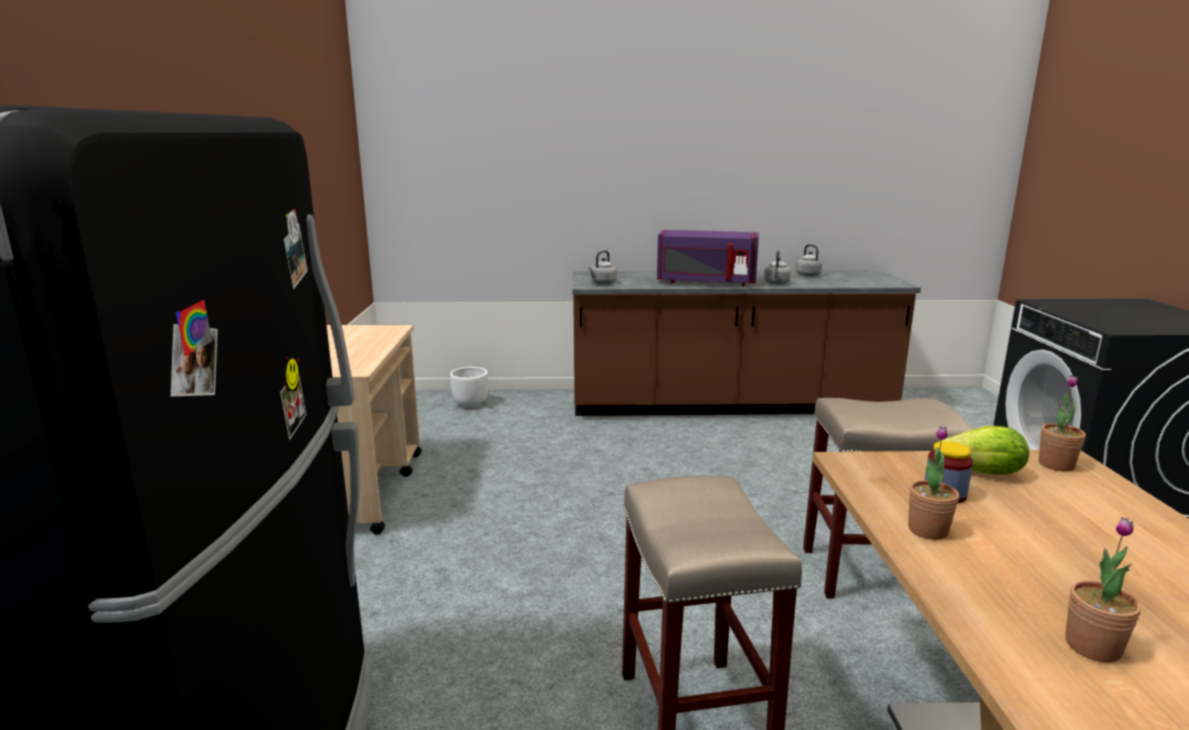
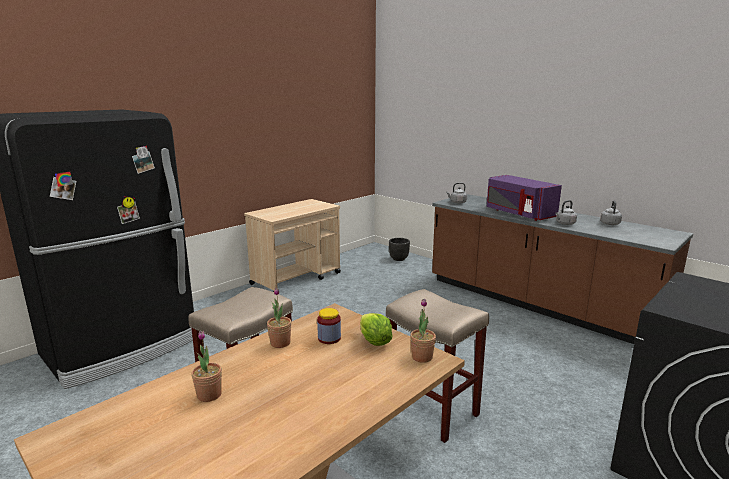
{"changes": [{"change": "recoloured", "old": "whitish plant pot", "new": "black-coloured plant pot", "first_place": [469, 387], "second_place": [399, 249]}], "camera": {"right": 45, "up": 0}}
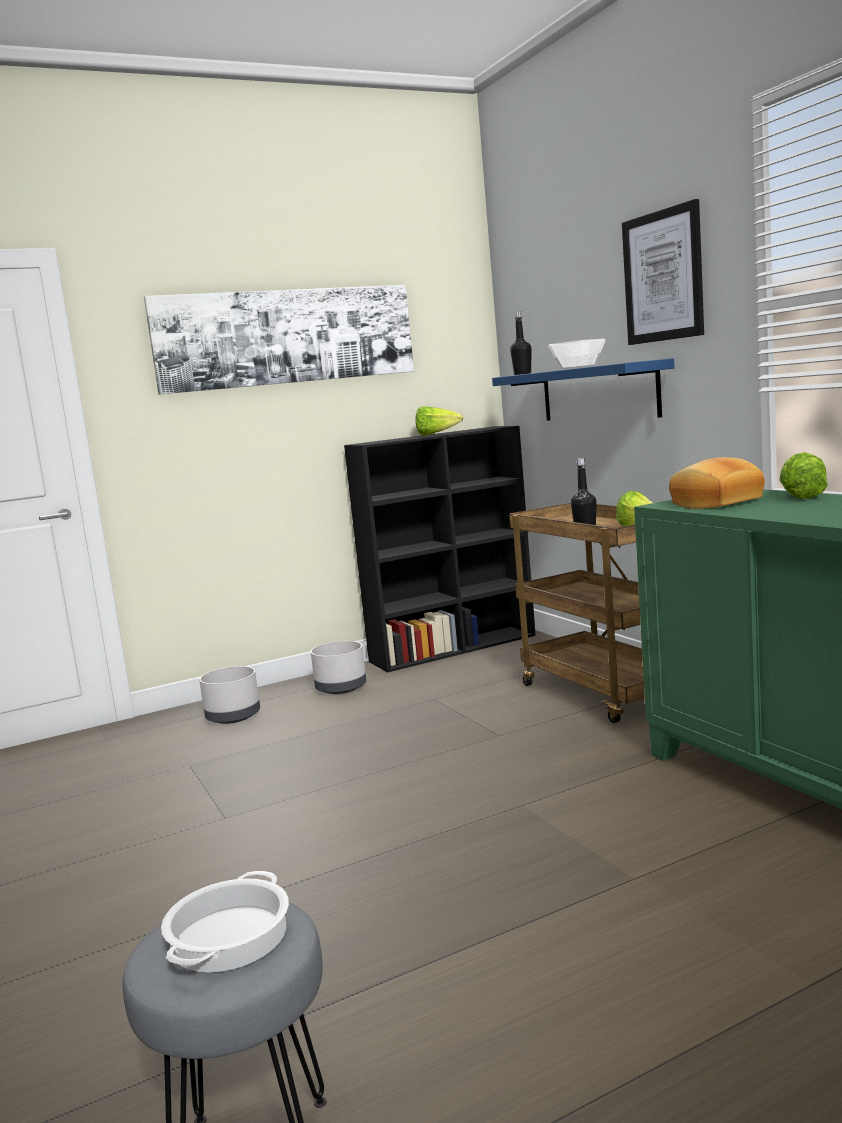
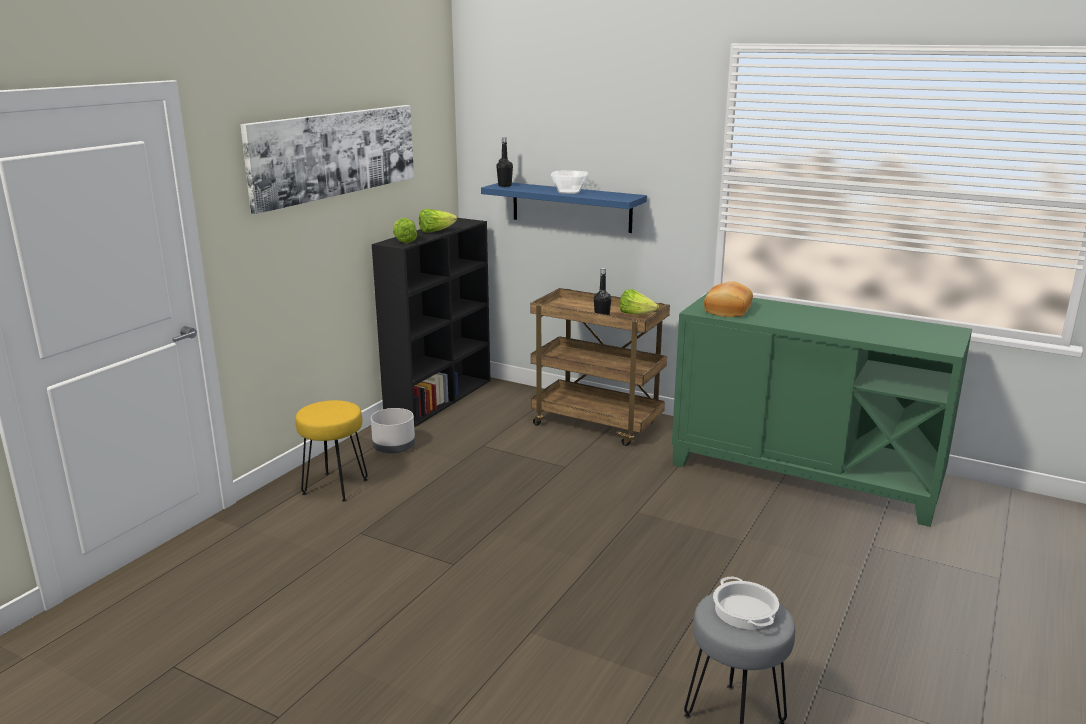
{"changes": [{"change": "replaced", "old": "gray plant pot", "new": "yellow stool", "first_place": [229, 695], "second_place": [331, 451]}, {"change": "removed", "old": "picture", "first_place": [663, 272]}, {"change": "moved", "old": "head of lettuce", "first_place": [803, 475], "second_place": [405, 230]}], "camera": {"right": -35, "up": 10}}
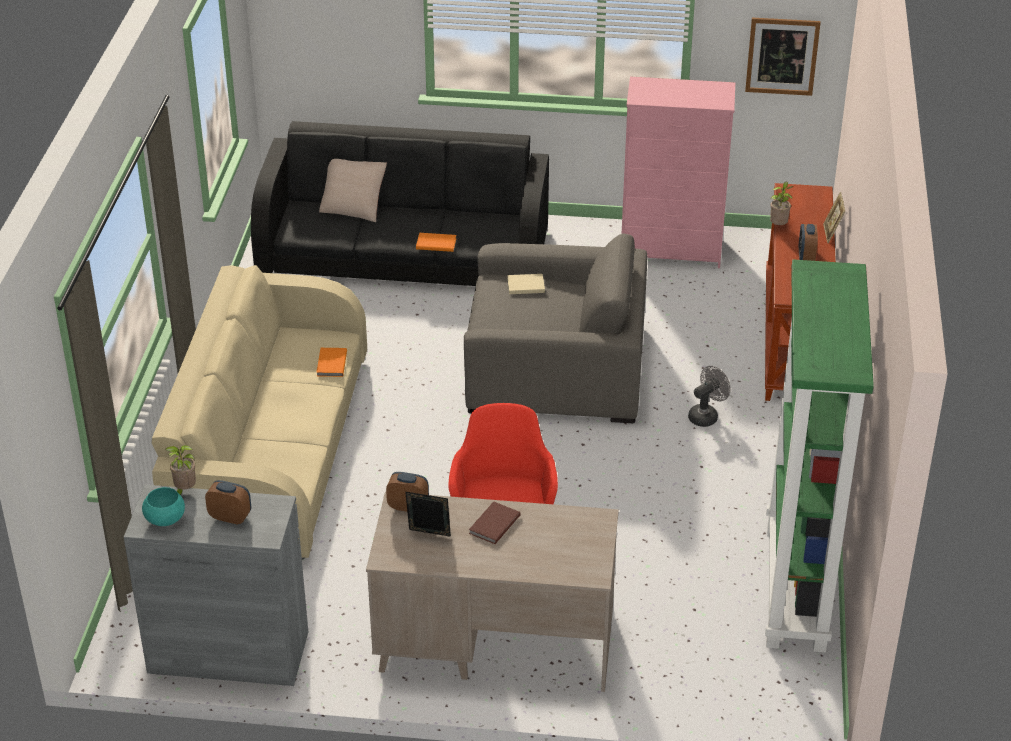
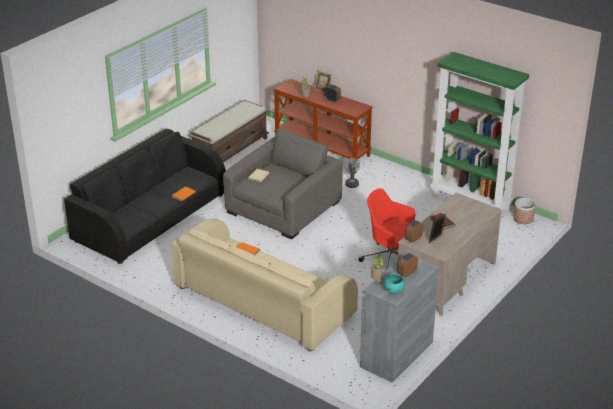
{"changes": [{"change": "removed", "old": "sand-coloured cushion", "first_place": [353, 190]}, {"change": "replaced", "old": "pink dresser", "new": "brown-coloured indoor bench", "first_place": [678, 172], "second_place": [229, 131]}, {"change": "removed", "old": "picture", "first_place": [783, 57]}, {"change": "added", "new": "plant pot", "second_place": [524, 211]}], "camera": {"right": -60, "up": -5}}
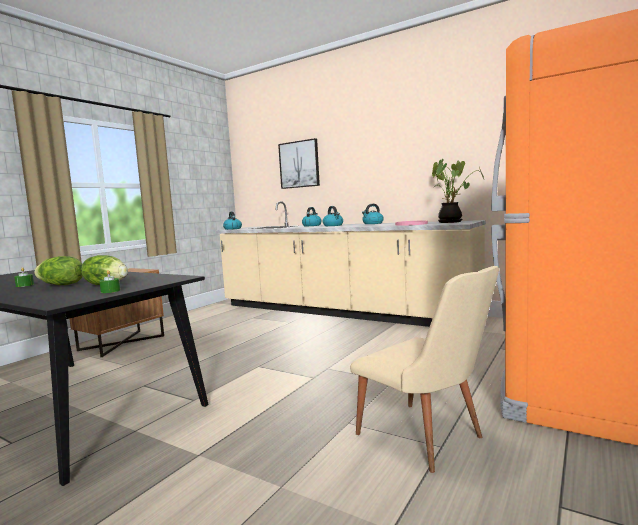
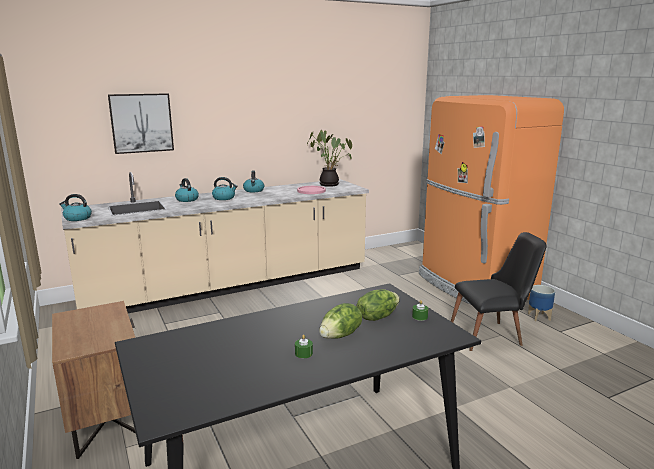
{"changes": [{"change": "recoloured", "old": "sand-coloured upright chair", "new": "black-coloured upright chair", "first_place": [424, 369], "second_place": [498, 291]}, {"change": "added", "new": "plant pot", "second_place": [541, 303]}], "camera": {"right": -60, "up": 10}}
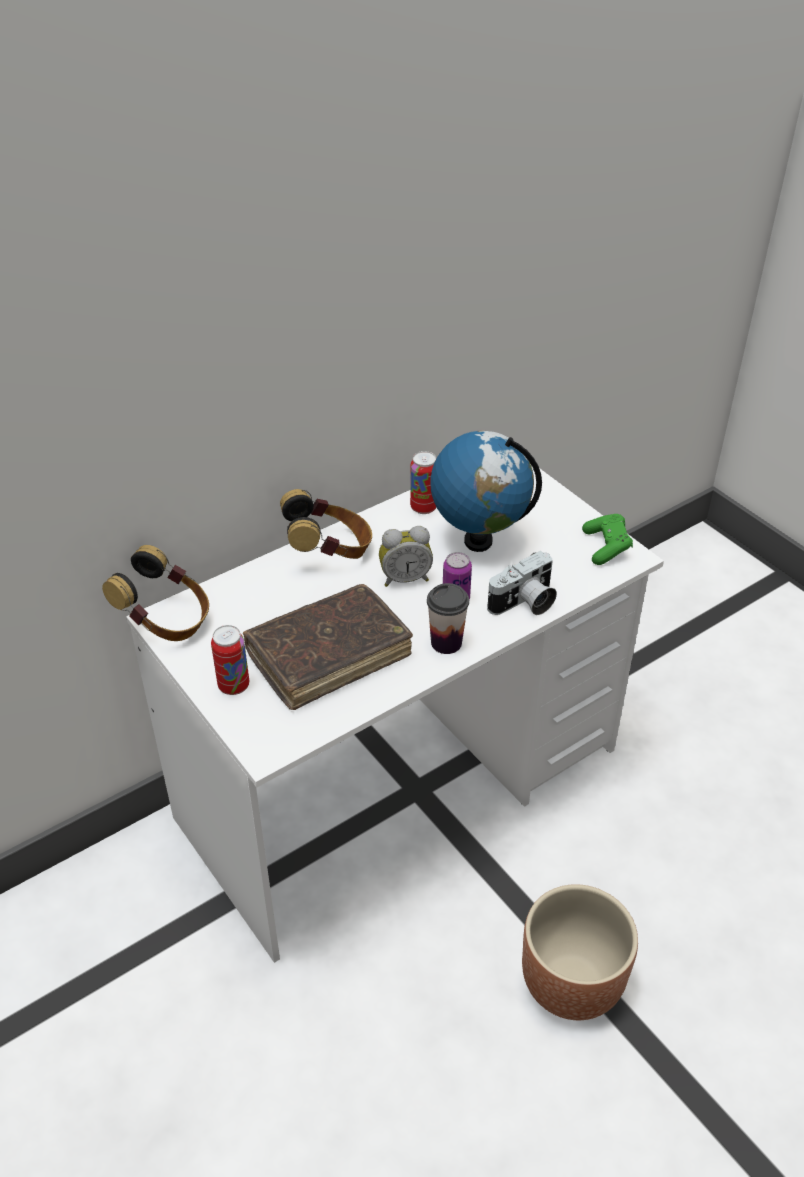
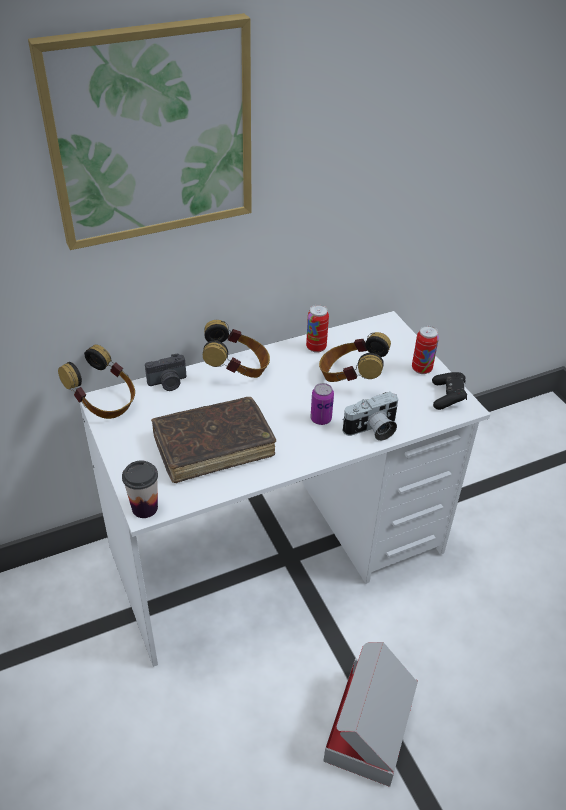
{"changes": [{"change": "moved", "old": "metal can", "first_place": [230, 660], "second_place": [425, 350]}, {"change": "removed", "old": "alarm clock", "first_place": [406, 556]}, {"change": "moved", "old": "drinking cup", "first_place": [448, 618], "second_place": [140, 489]}, {"change": "replaced", "old": "globe", "new": "headphones", "first_place": [486, 491], "second_place": [355, 357]}, {"change": "replaced", "old": "brown-coloured plant pot", "new": "packing box", "first_place": [580, 952], "second_place": [370, 714]}, {"change": "recoloured", "old": "green game controller", "new": "black-coloured game controller", "first_place": [607, 539], "second_place": [449, 391]}, {"change": "added", "new": "picture", "second_place": [140, 131]}, {"change": "added", "new": "still camera", "second_place": [165, 372]}], "camera": {"right": 10, "up": 0}}
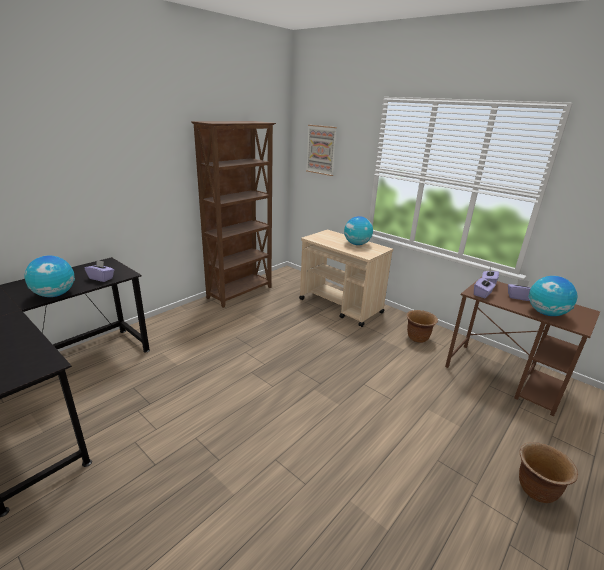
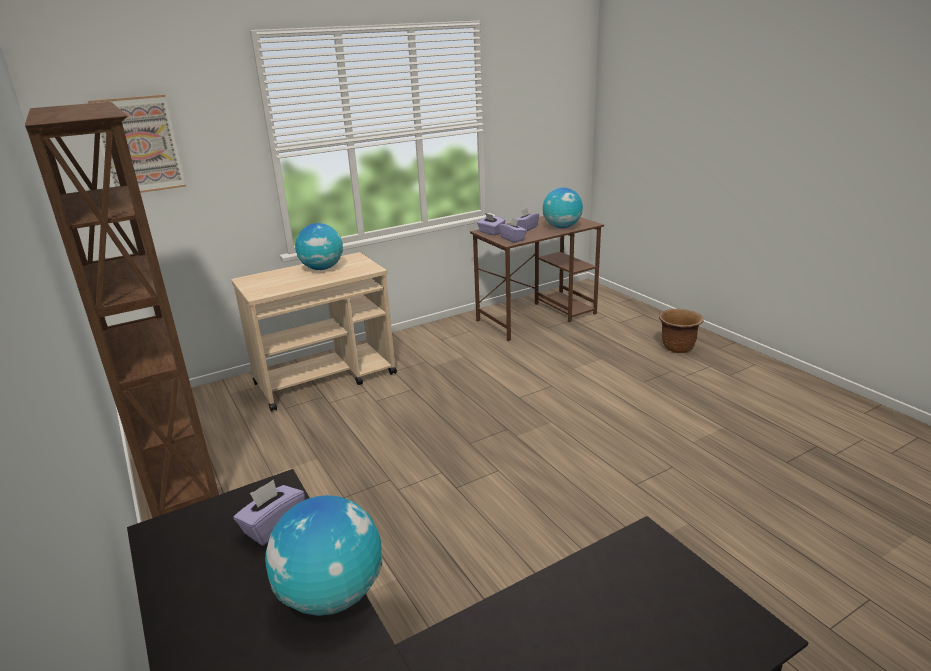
{"changes": [{"change": "removed", "old": "brown-coloured plant pot", "first_place": [422, 326]}], "camera": {"right": -70, "up": 0}}
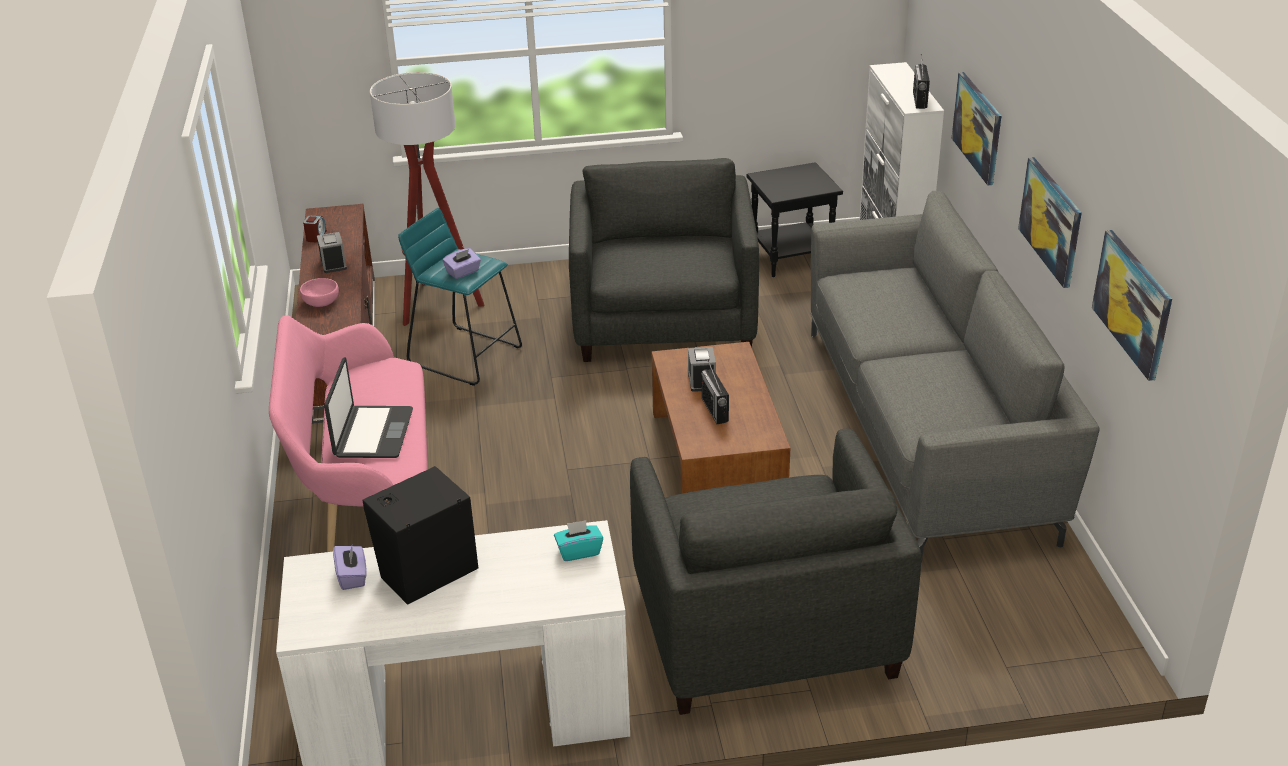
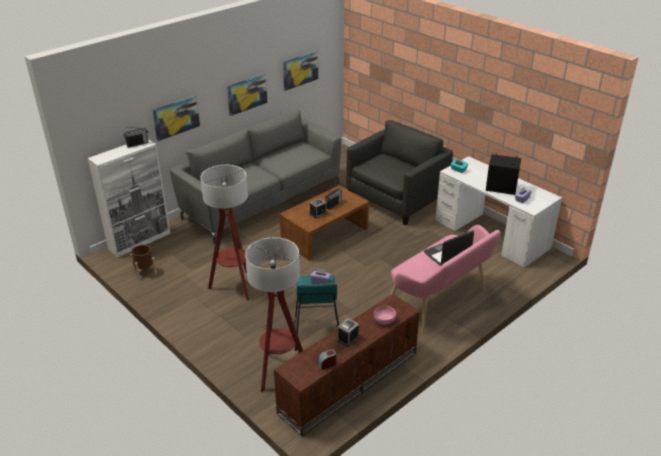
{"changes": [{"change": "replaced", "old": "gray armchair", "new": "floor lamp", "first_place": [664, 260], "second_place": [224, 233]}, {"change": "replaced", "old": "black-coloured end table", "new": "brown-coloured plant pot", "first_place": [795, 219], "second_place": [143, 262]}], "camera": {"right": -125, "up": 0}}
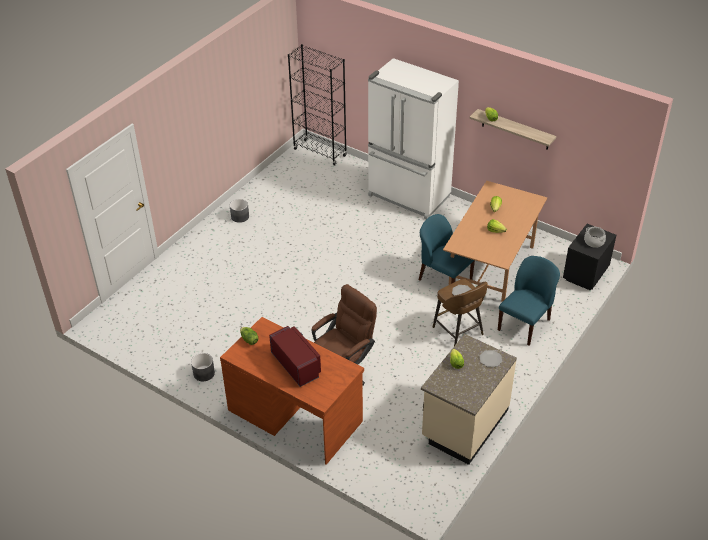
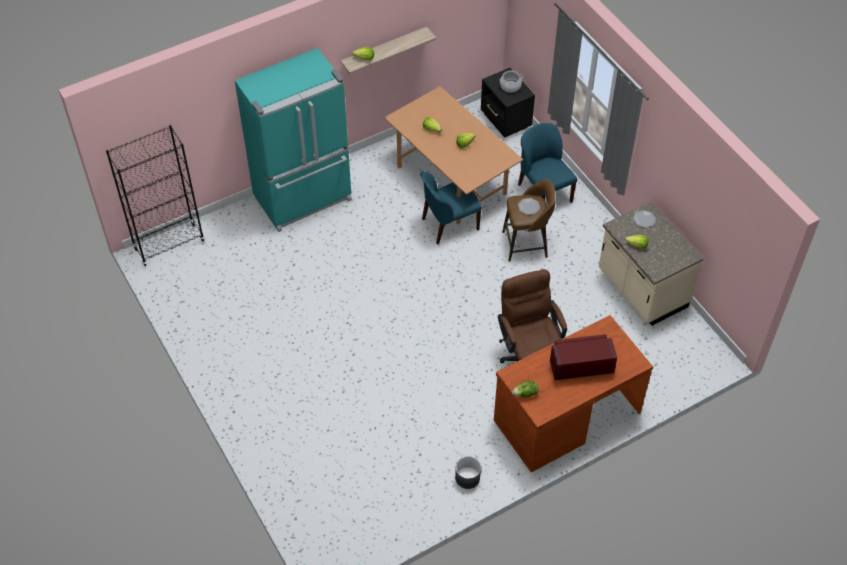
{"changes": [{"change": "removed", "old": "gray plant pot", "first_place": [239, 211]}, {"change": "recoloured", "old": "whitish fridge", "new": "turquoise fridge", "first_place": [413, 138], "second_place": [293, 140]}], "camera": {"right": -65, "up": 10}}
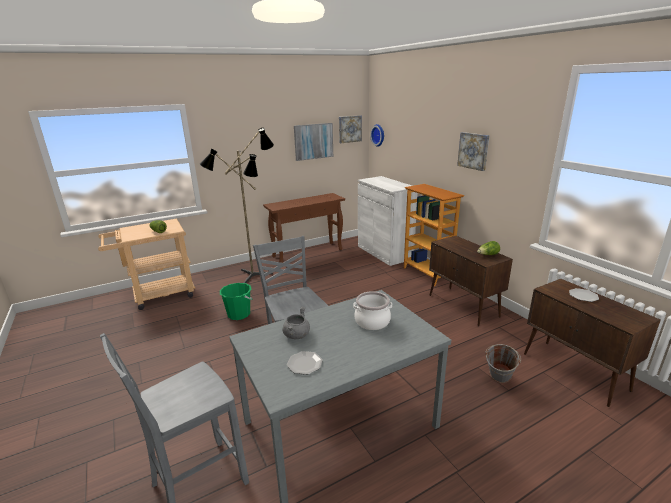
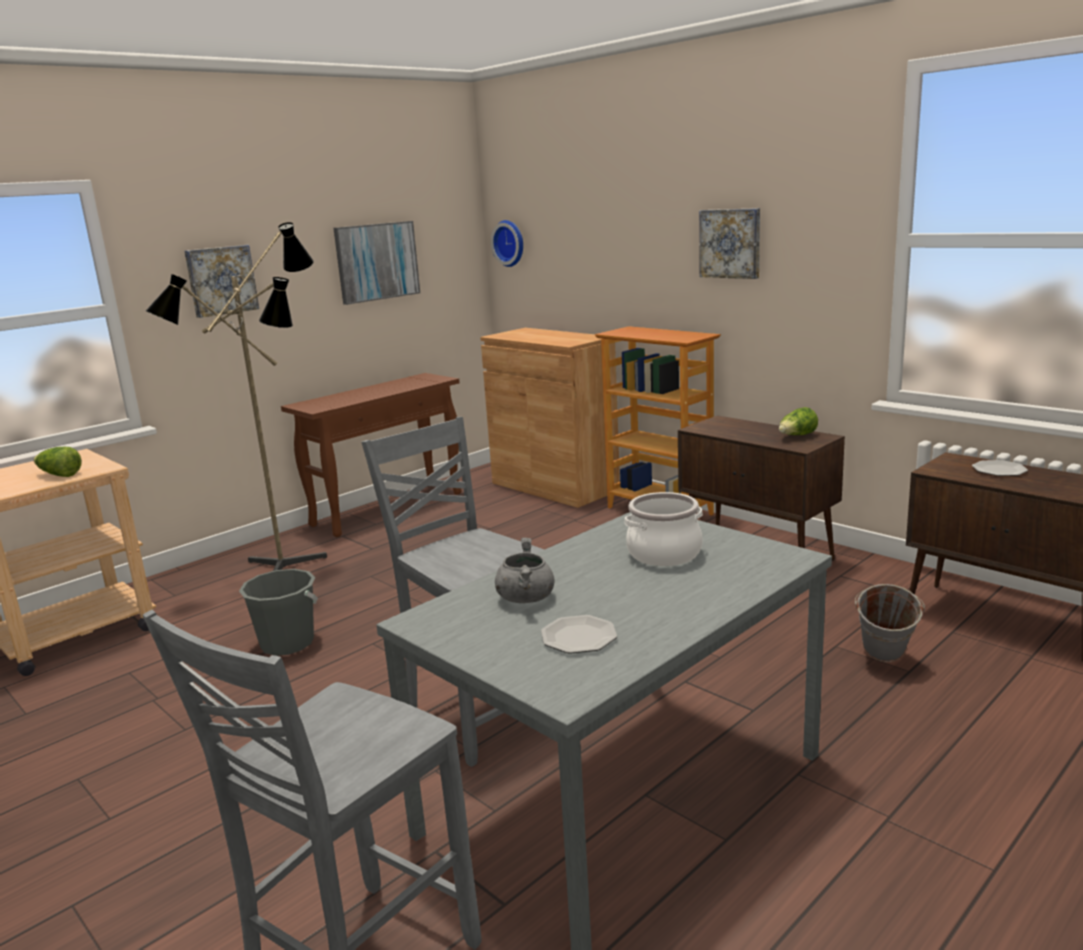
{"changes": [{"change": "recoloured", "old": "green water bucket", "new": "gray water bucket", "first_place": [236, 301], "second_place": [278, 612]}, {"change": "moved", "old": "picture", "first_place": [350, 129], "second_place": [222, 281]}, {"change": "recoloured", "old": "whitish storage cabinet", "new": "brown-coloured storage cabinet", "first_place": [388, 221], "second_place": [550, 418]}], "camera": {"right": -15, "up": -5}}
